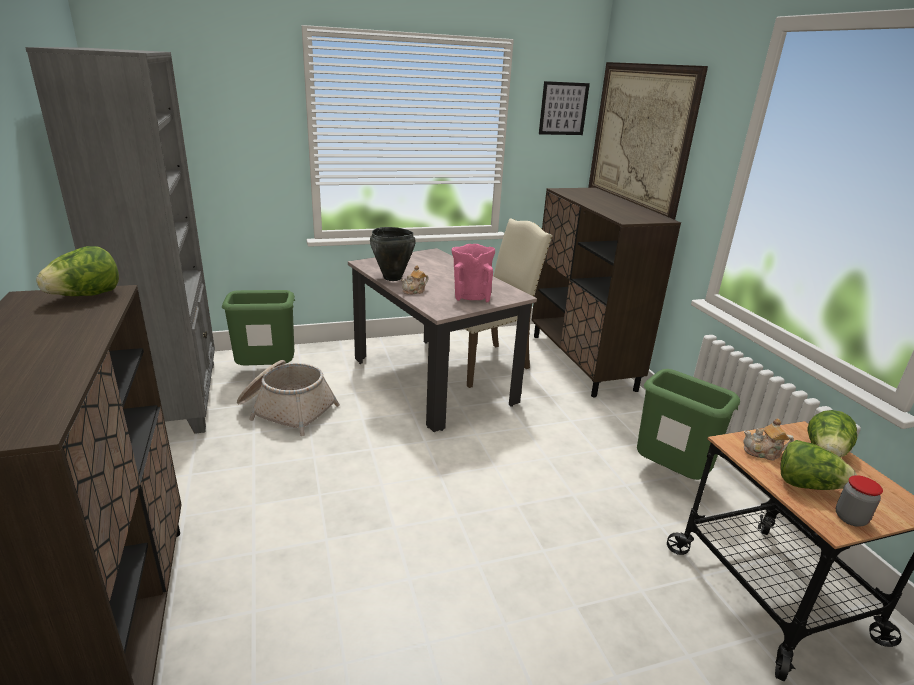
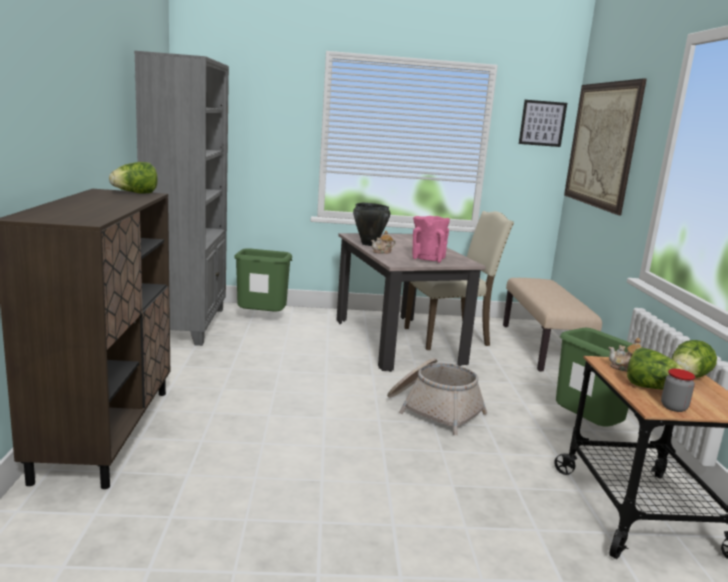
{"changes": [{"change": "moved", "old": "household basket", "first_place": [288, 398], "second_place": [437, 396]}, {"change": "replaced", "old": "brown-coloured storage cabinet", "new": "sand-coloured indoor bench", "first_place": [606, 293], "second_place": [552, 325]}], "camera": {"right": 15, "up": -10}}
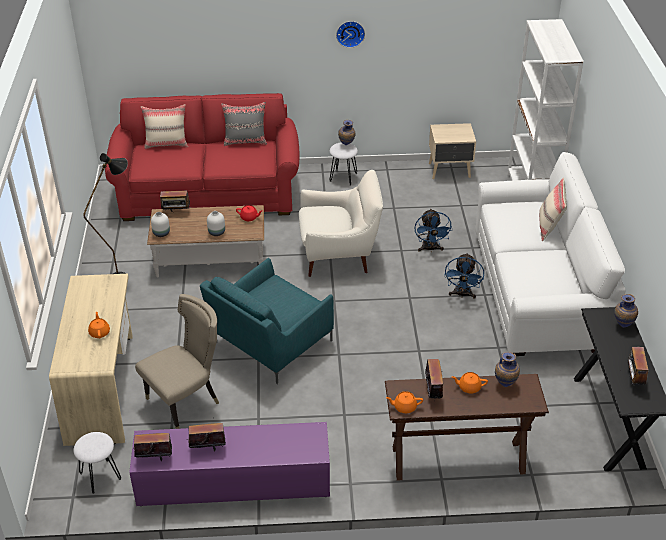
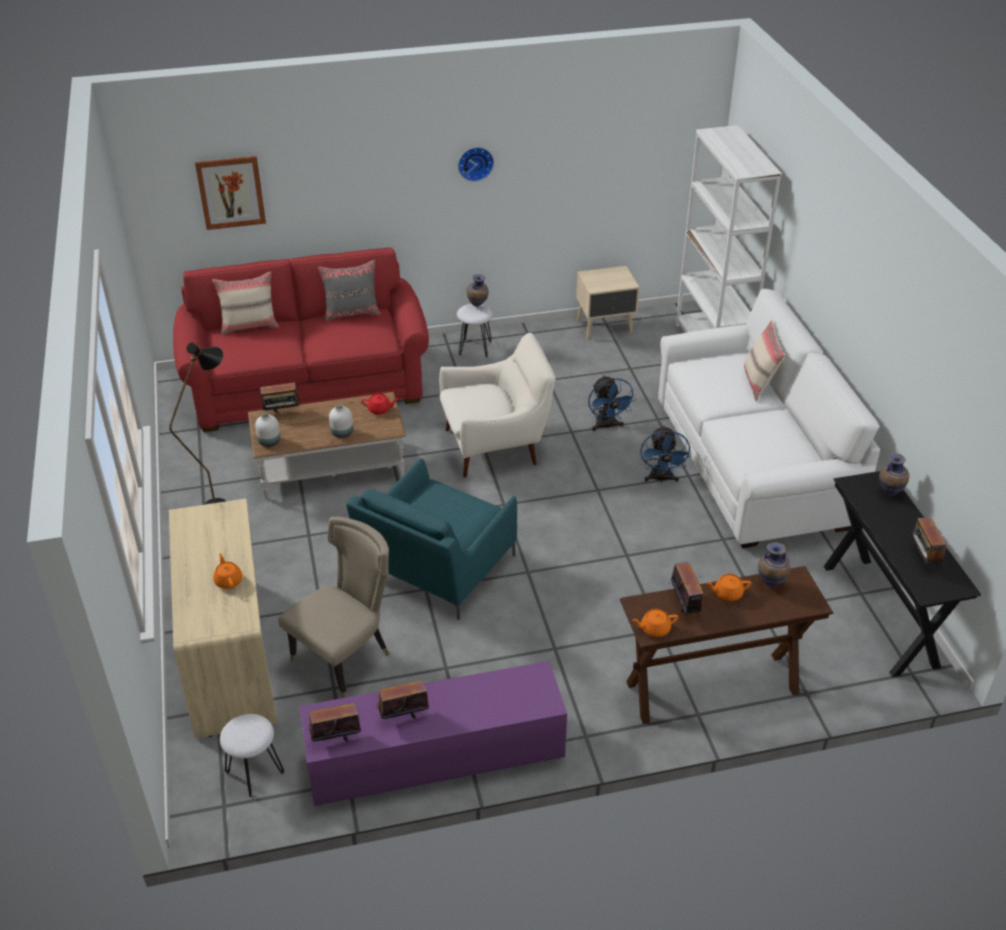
{"changes": [{"change": "added", "new": "picture", "second_place": [230, 193]}], "camera": {"right": -10, "up": 0}}
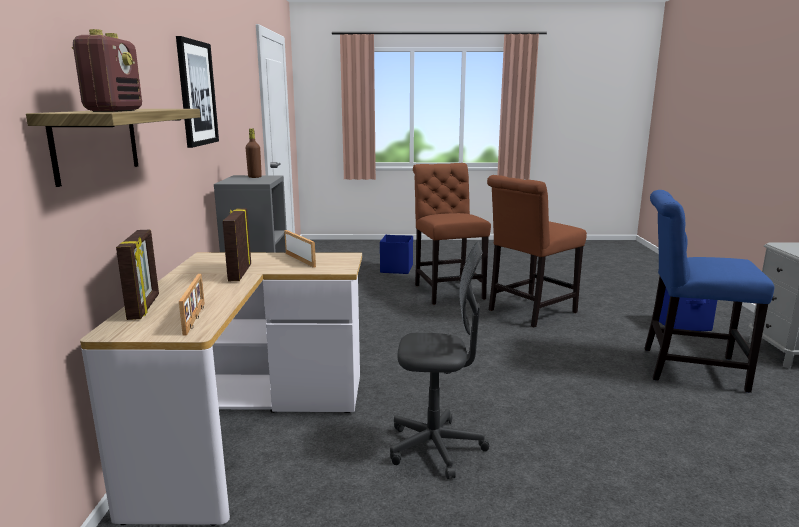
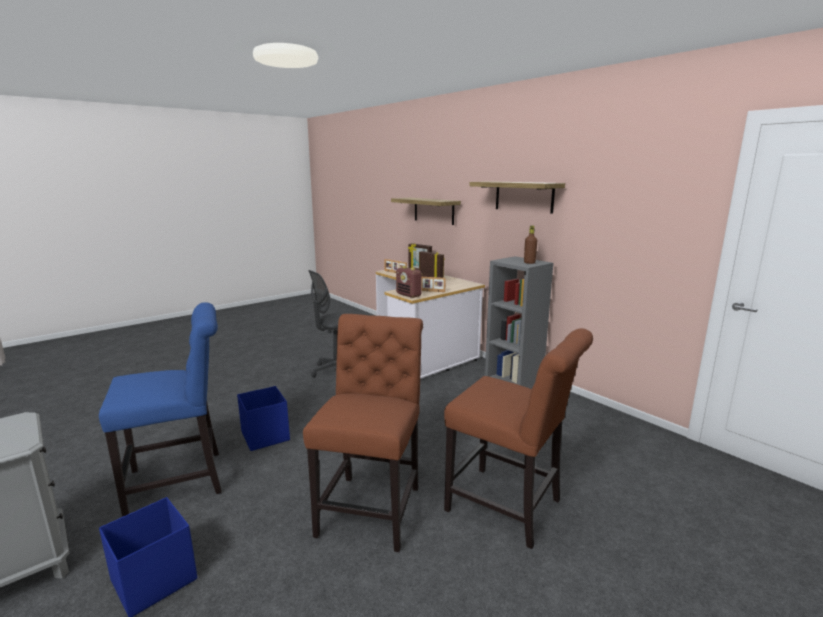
{"changes": [{"change": "moved", "old": "radio", "first_place": [107, 70], "second_place": [409, 282]}, {"change": "replaced", "old": "picture", "new": "bracket shelf", "first_place": [197, 92], "second_place": [517, 197]}, {"change": "moved", "old": "blue-coloured storage container", "first_place": [396, 254], "second_place": [263, 418]}], "camera": {"right": 140, "up": 0}}
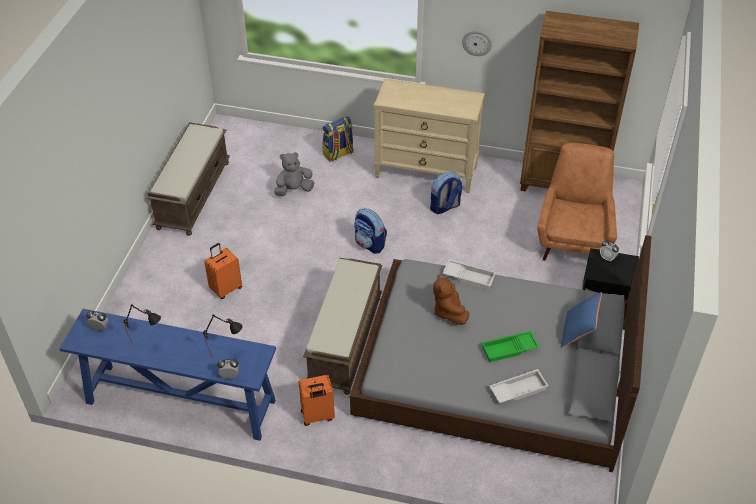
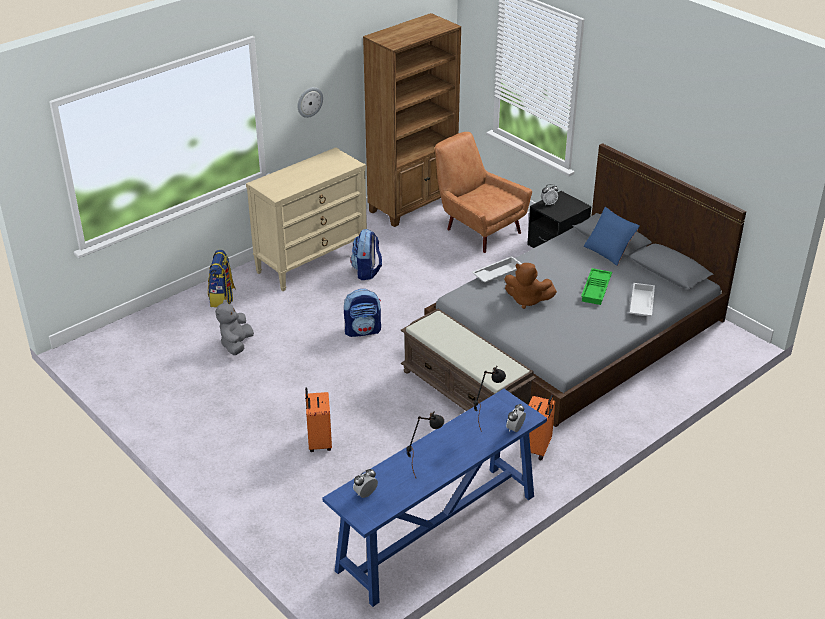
{"changes": [{"change": "removed", "old": "brown-coloured indoor bench", "first_place": [188, 179]}], "camera": {"right": -55, "up": -10}}
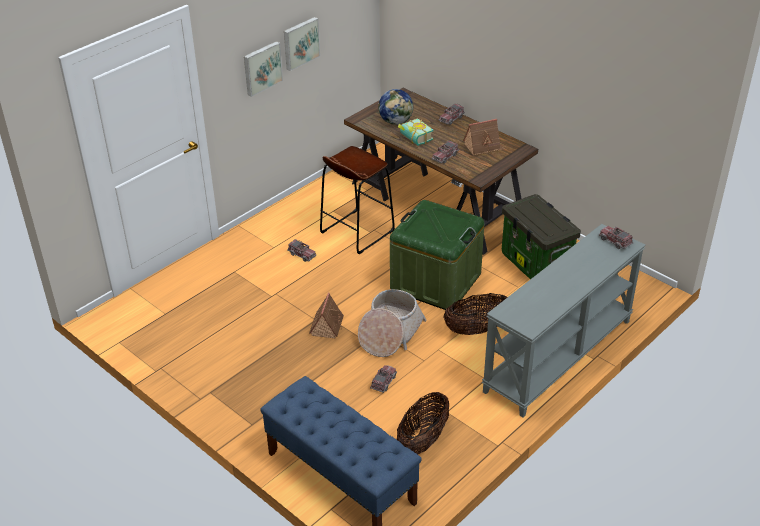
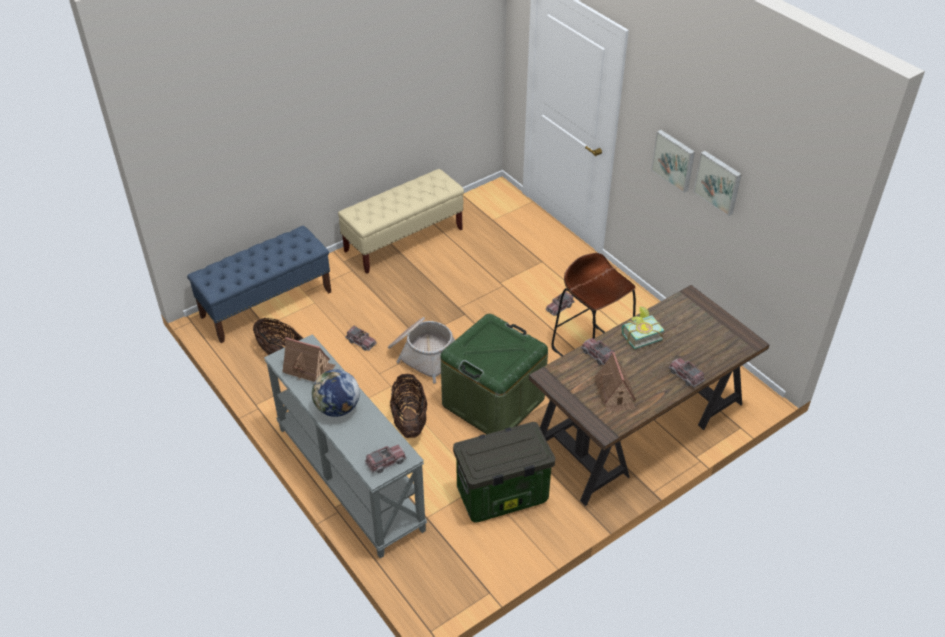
{"changes": [{"change": "moved", "old": "toy house", "first_place": [326, 315], "second_place": [308, 359]}, {"change": "moved", "old": "globe", "first_place": [395, 107], "second_place": [336, 393]}, {"change": "added", "new": "sand-coloured indoor bench", "second_place": [401, 221]}], "camera": {"right": 100, "up": 5}}
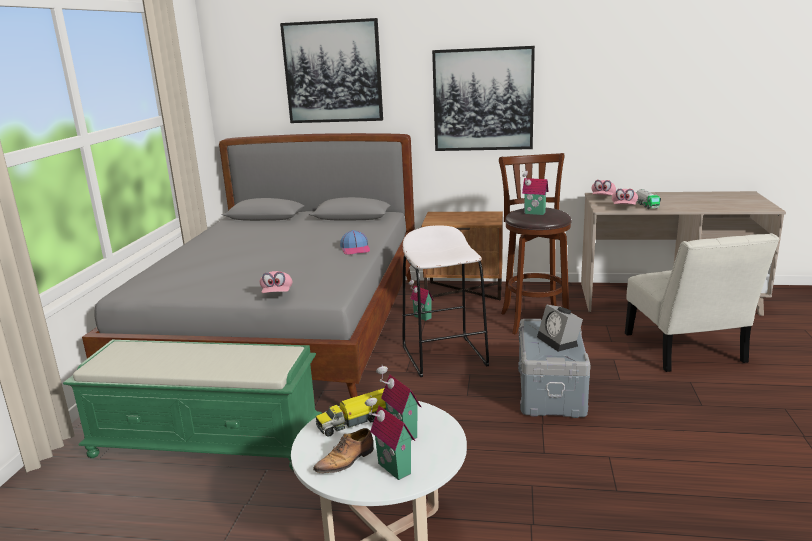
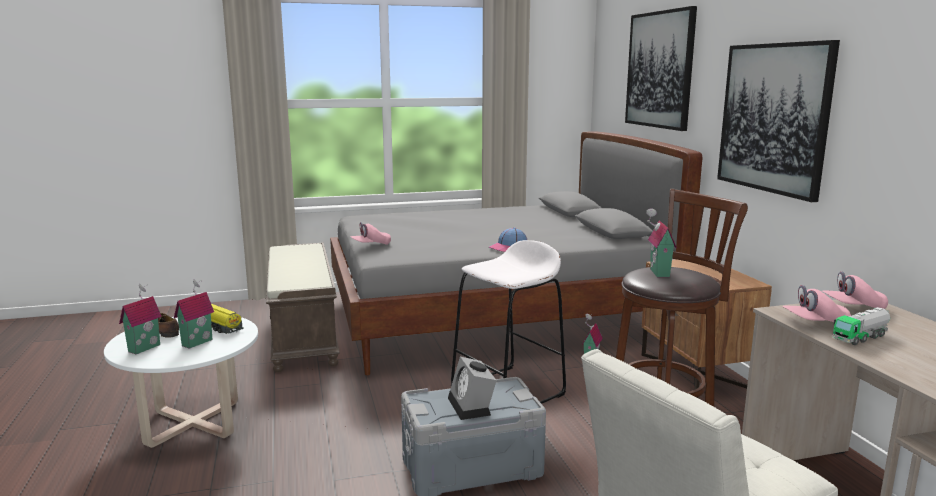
{"changes": [{"change": "recoloured", "old": "green indoor bench", "new": "brown-coloured indoor bench", "first_place": [192, 405], "second_place": [303, 308]}, {"change": "turned", "old": "alarm clock", "first_place": [560, 328], "second_place": [472, 388], "degrees": -60}], "camera": {"right": 65, "up": -5}}
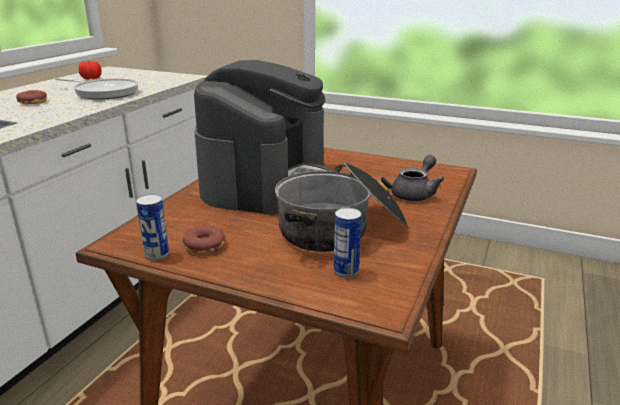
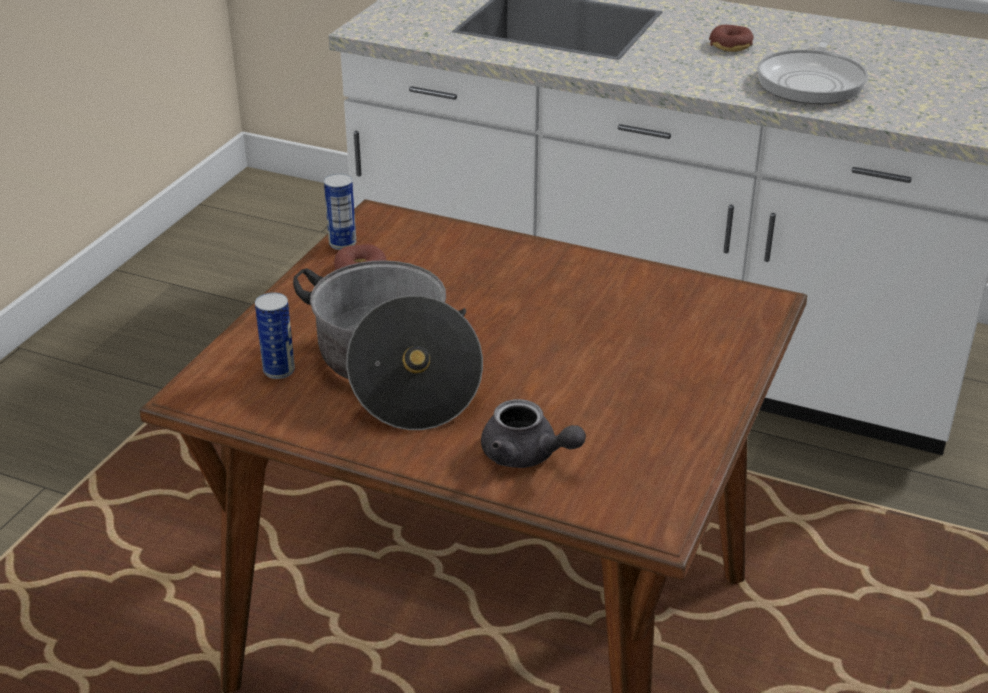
{"changes": [{"change": "removed", "old": "tomato", "first_place": [90, 70]}, {"change": "removed", "old": "coffee machine", "first_place": [262, 137]}], "camera": {"right": 90, "up": 10}}
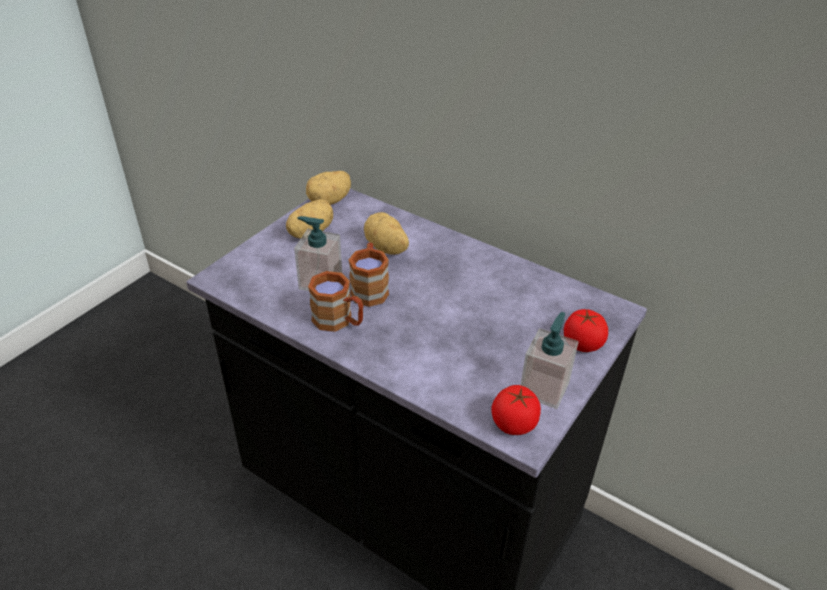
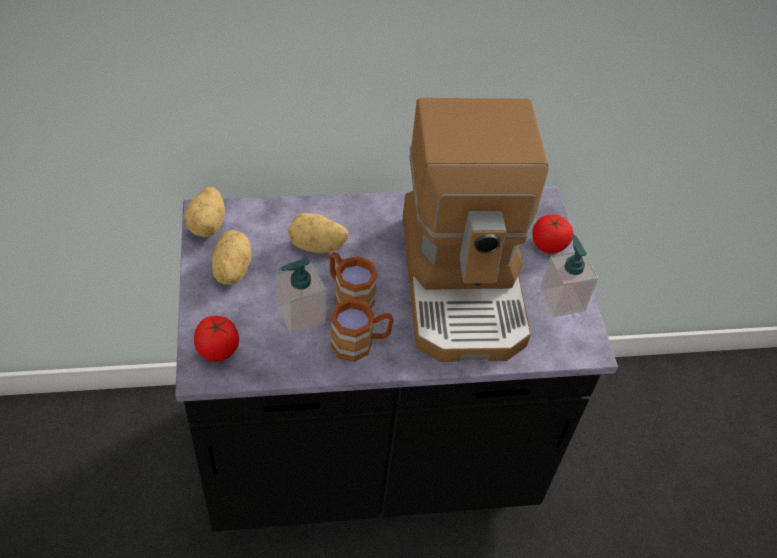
{"changes": [{"change": "moved", "old": "tomato", "first_place": [516, 410], "second_place": [216, 339]}, {"change": "added", "new": "coffee machine", "second_place": [476, 230]}], "camera": {"right": -45, "up": 10}}
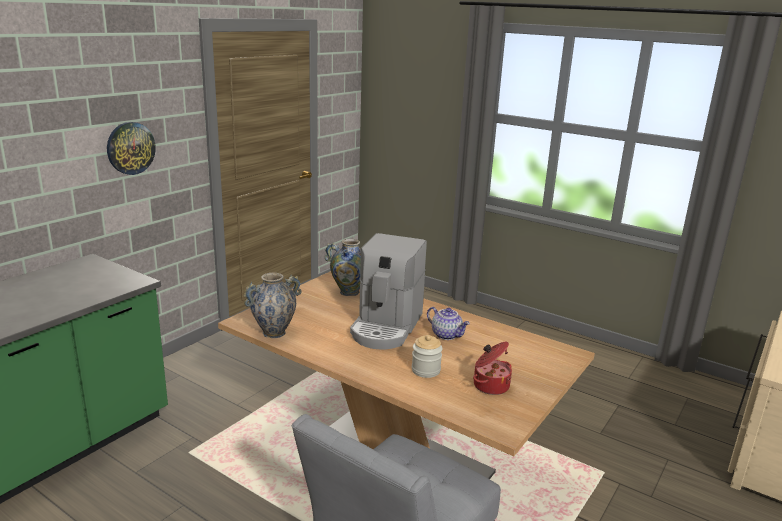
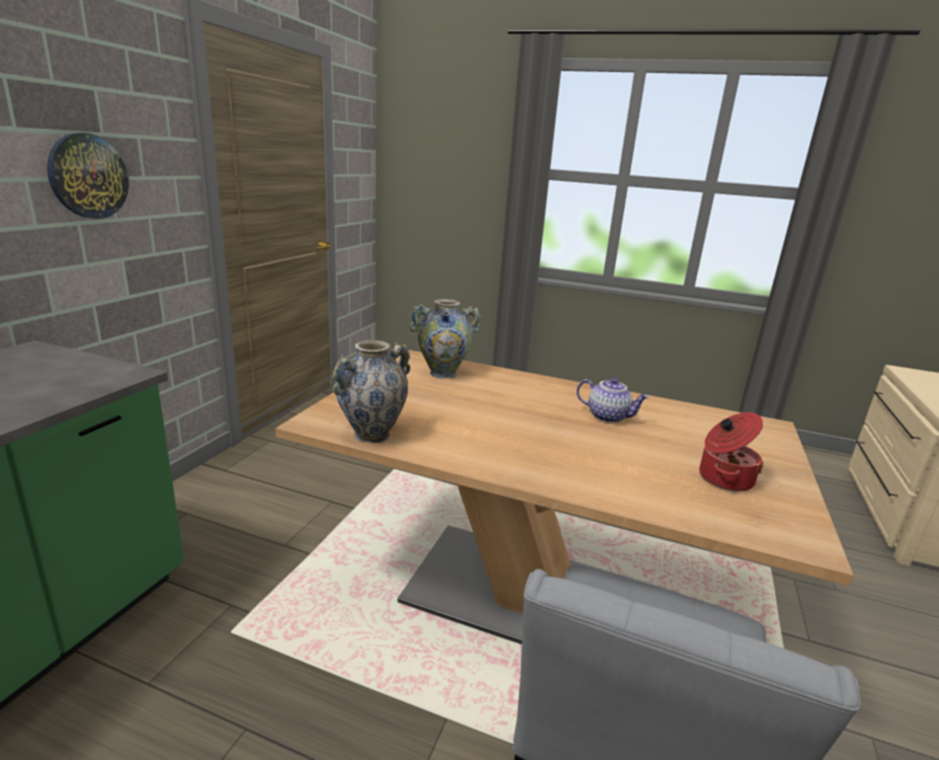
{"changes": [{"change": "removed", "old": "coffee machine", "first_place": [388, 291]}, {"change": "removed", "old": "preserve jar", "first_place": [427, 356]}], "camera": {"right": -15, "up": 0}}
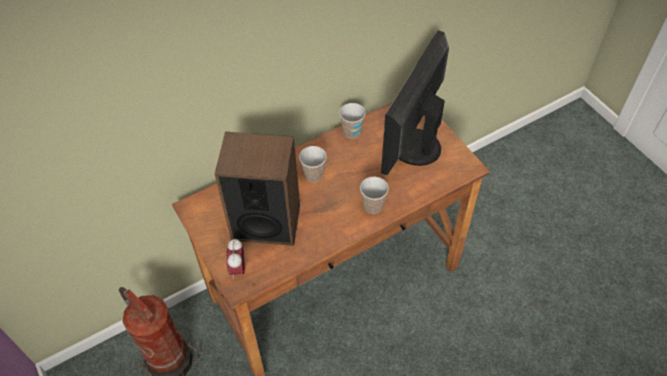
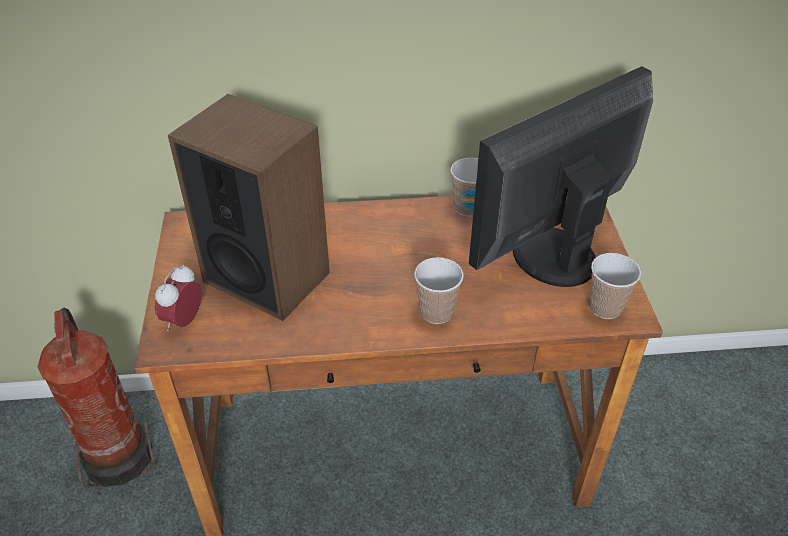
{"changes": [{"change": "moved", "old": "drinking cup", "first_place": [313, 164], "second_place": [615, 286]}], "camera": {"right": 25, "up": -10}}
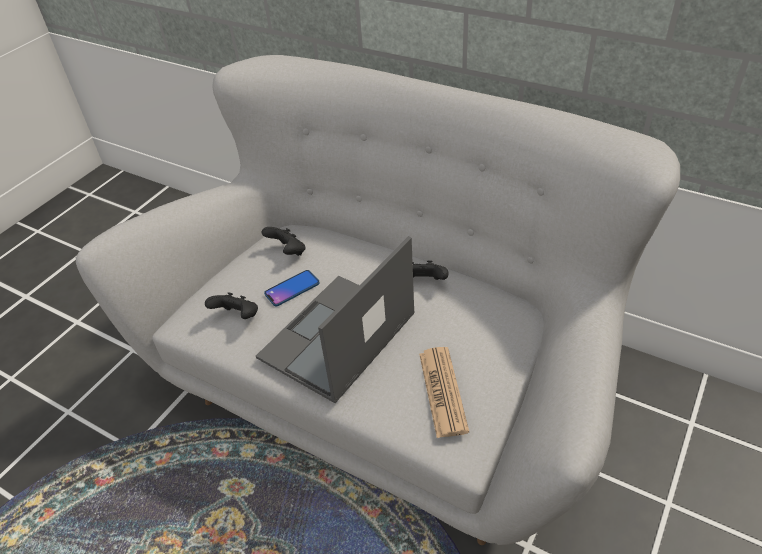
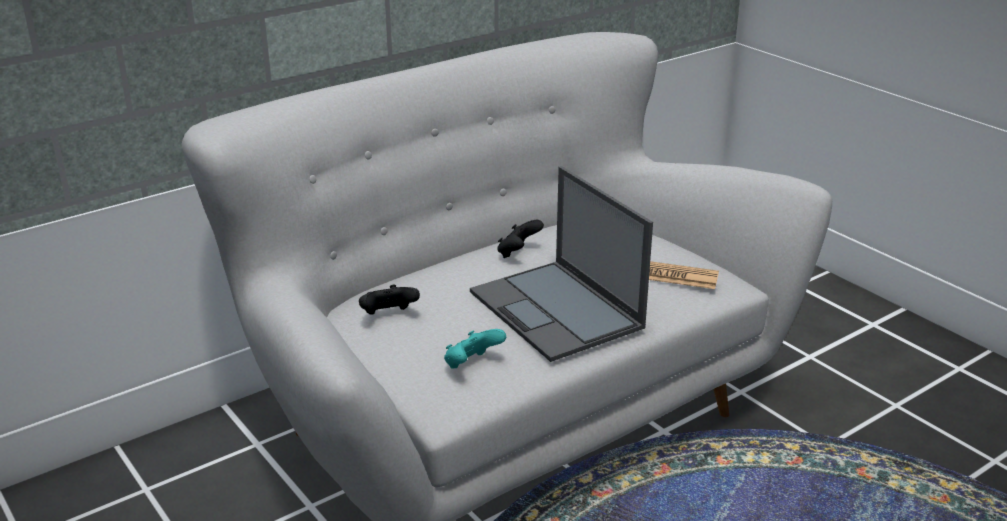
{"changes": [{"change": "recoloured", "old": "black-coloured game controller", "new": "turquoise game controller", "first_place": [231, 305], "second_place": [475, 349]}, {"change": "removed", "old": "handset", "first_place": [292, 288]}], "camera": {"right": -70, "up": -15}}
